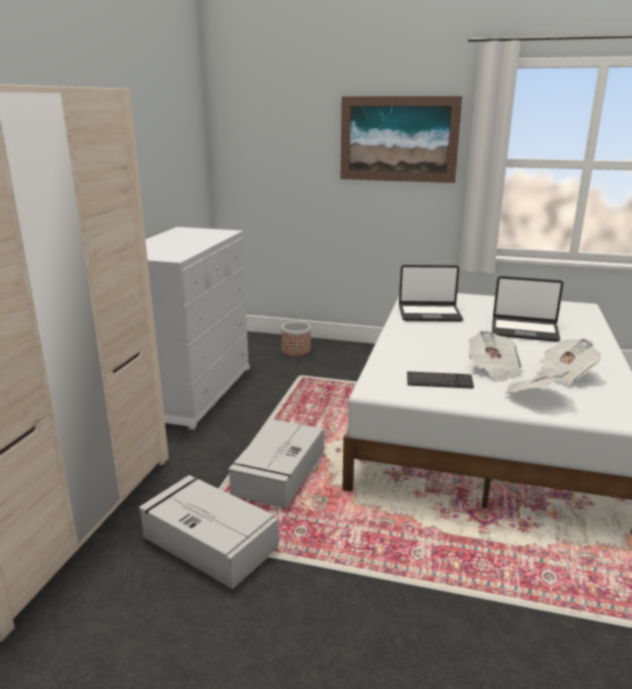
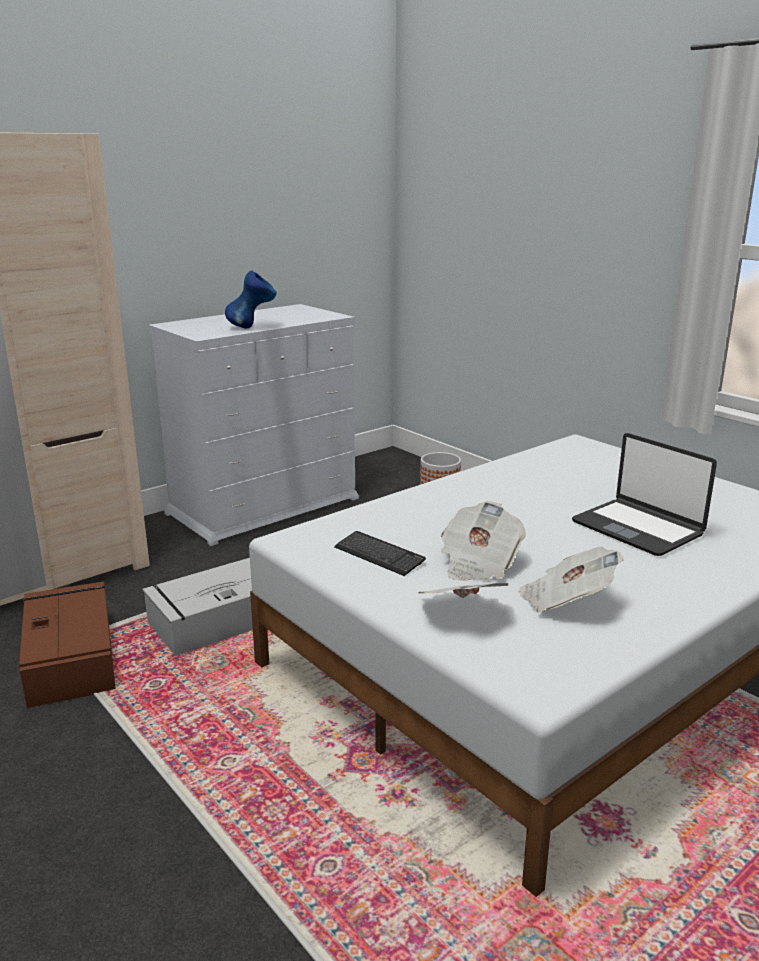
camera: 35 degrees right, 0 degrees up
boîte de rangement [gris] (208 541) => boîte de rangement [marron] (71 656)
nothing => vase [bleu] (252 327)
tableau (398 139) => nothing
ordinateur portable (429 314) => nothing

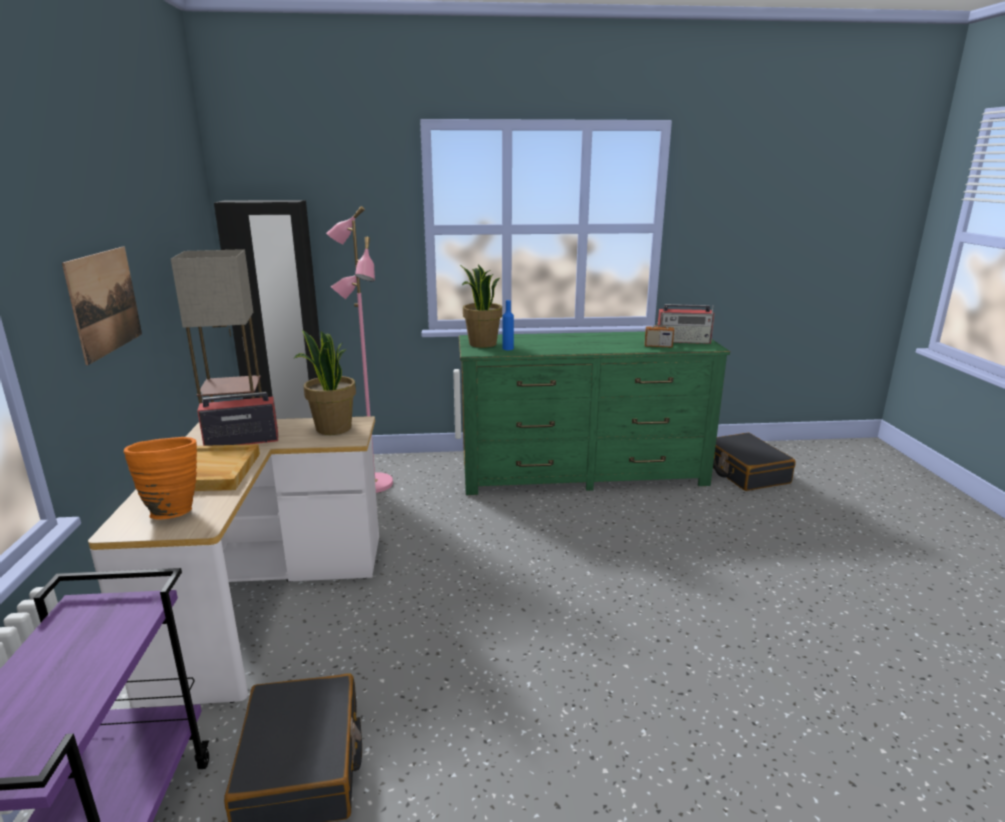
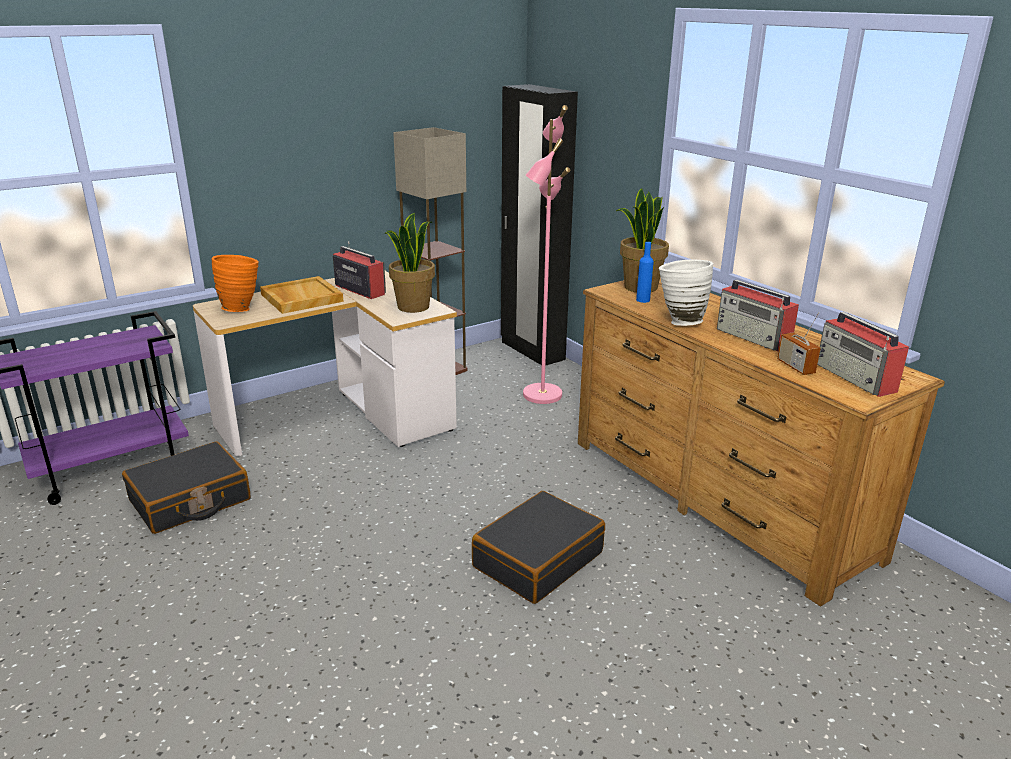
camera: 60 degrees right, 5 degrees up
valise [noir] (744 472) => valise [noir] (537 559), move
commode [vert] (582 473) => commode [marron] (716 497)
nothing => vase [blanc] (679 321)
nothing => radio (753 338)
tableau (105 302) => nothing

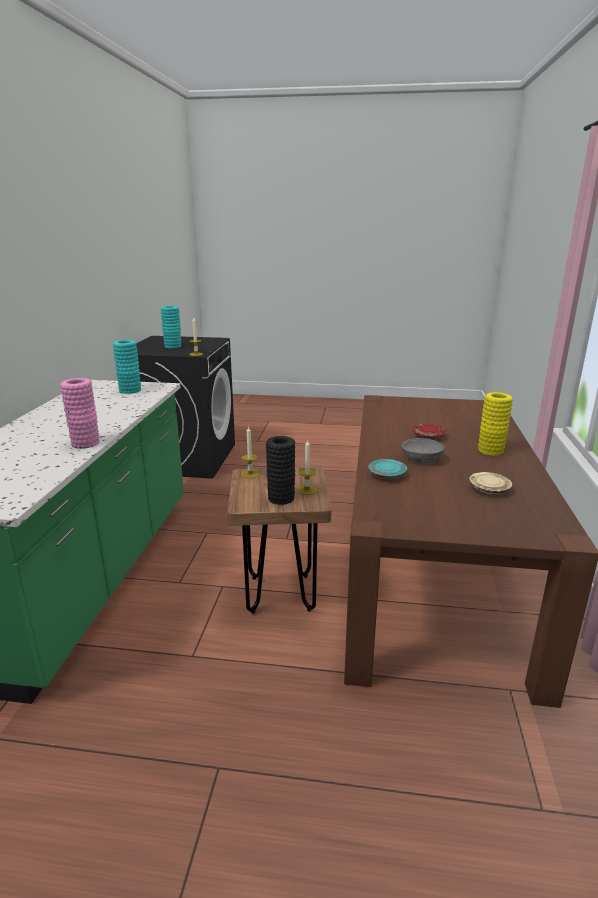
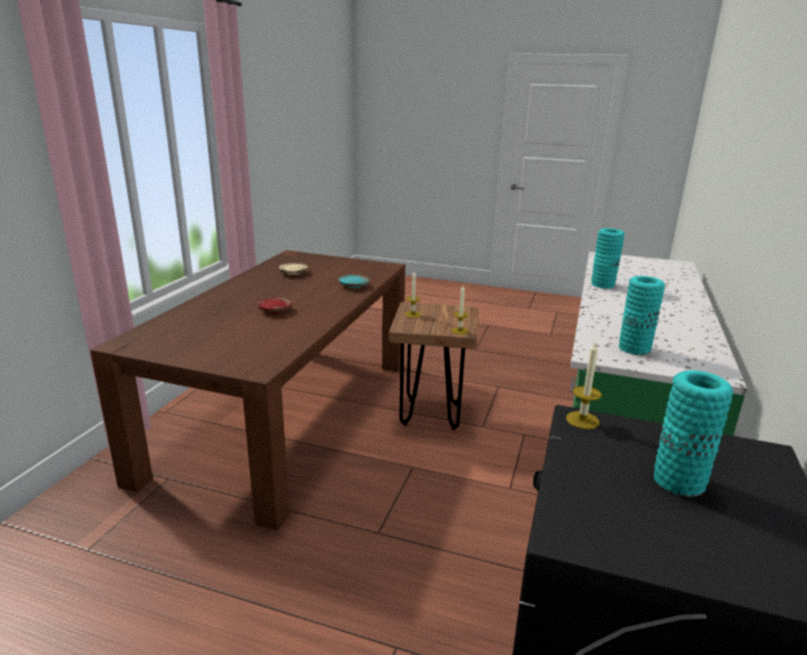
camera: 170 degrees left, 0 degrees up
vase [rose] (85 443) => vase [turquoise] (602 284)
vase [noir] (281 498) => nothing
bol [gris] (422 459) => nothing
vase [jaune] (490 450) => nothing

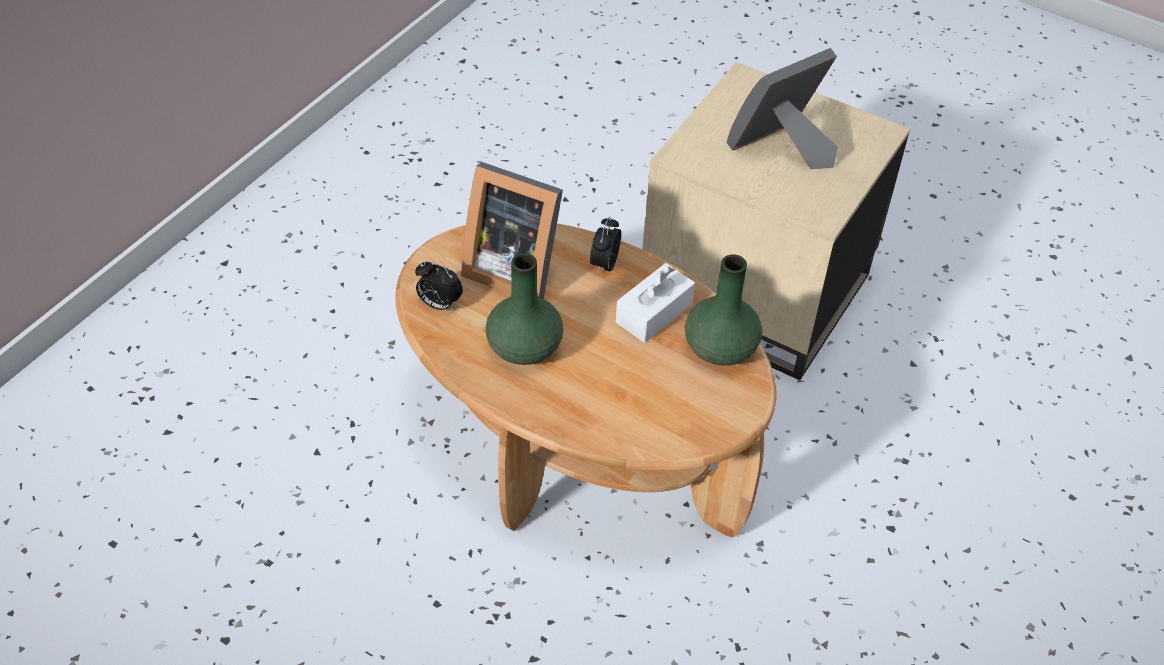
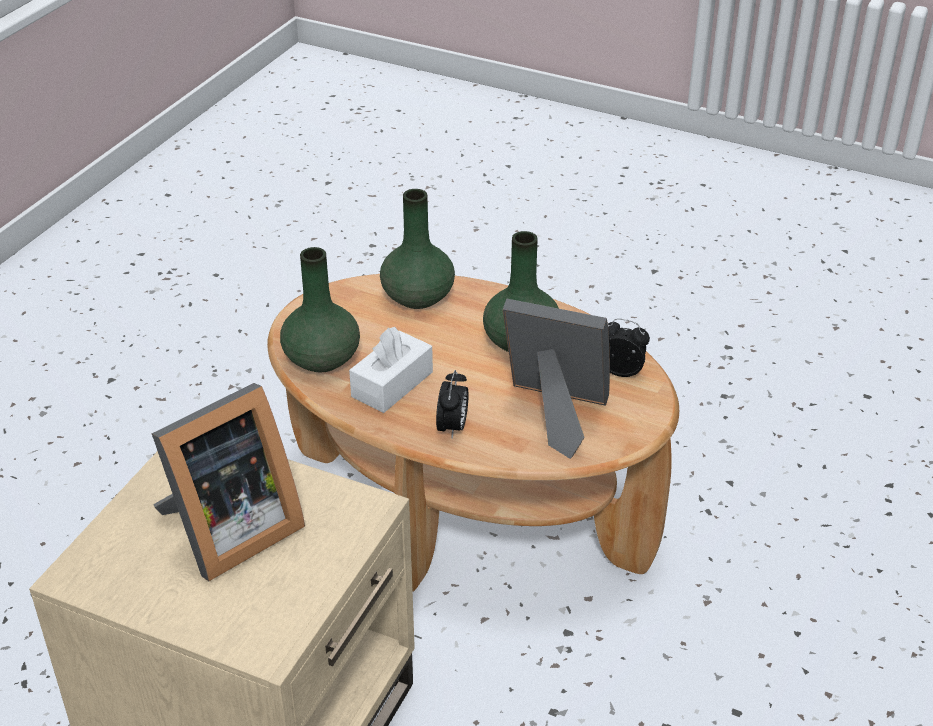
camera: 175 degrees right, 10 degrees down
nothing => vase [vert] (417 297)

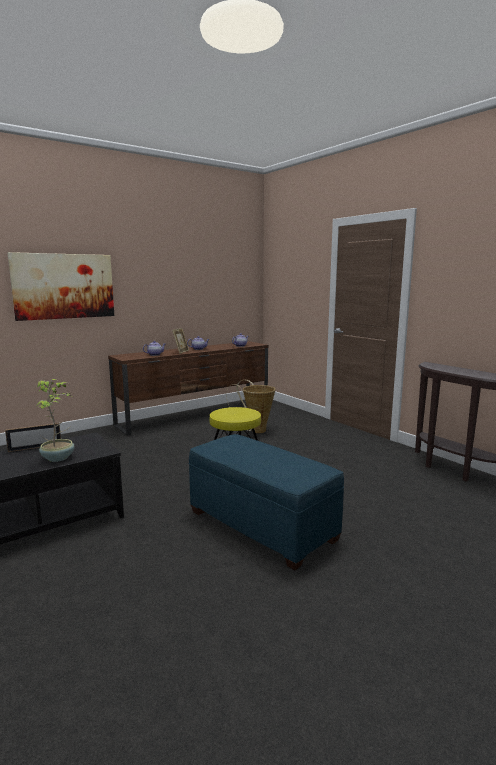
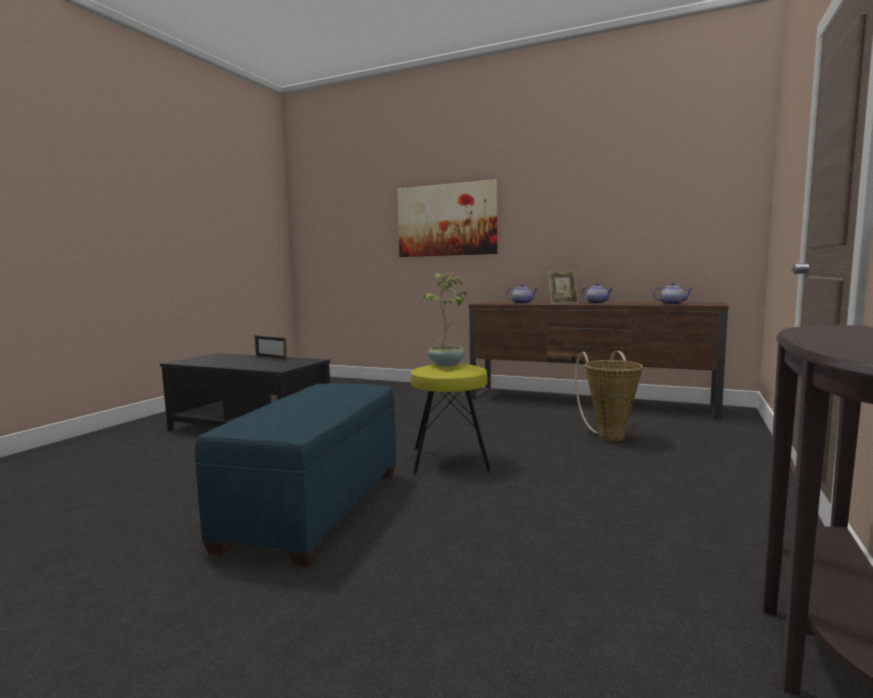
camera: 60 degrees right, 5 degrees down
plante en pot (59 458) => plante en pot (447 364), move

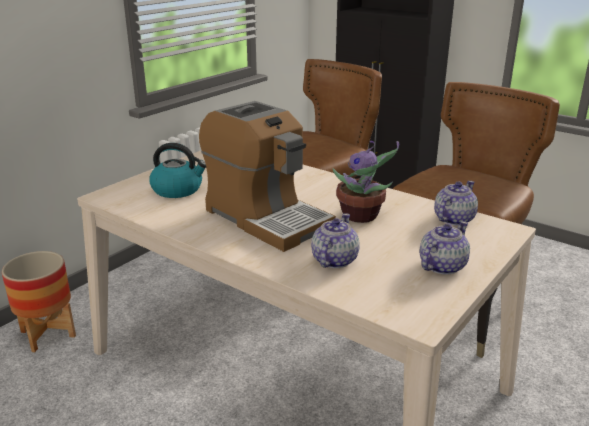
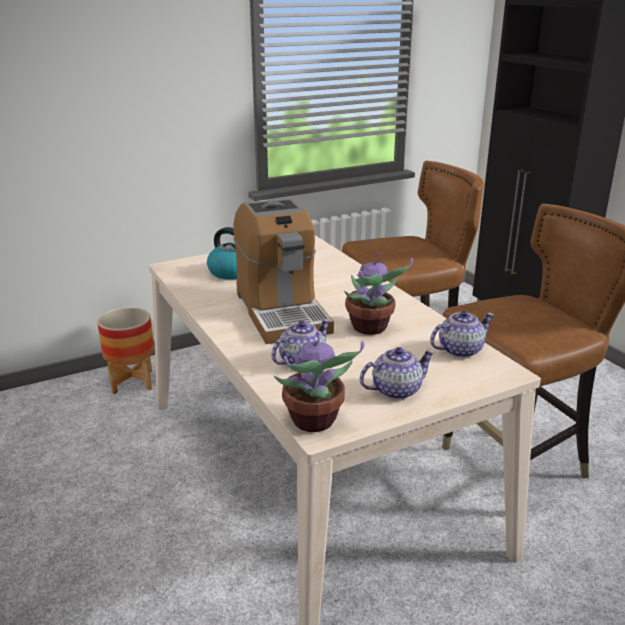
camera: 25 degrees right, 0 degrees up
nothing => plante en pot (314 422)

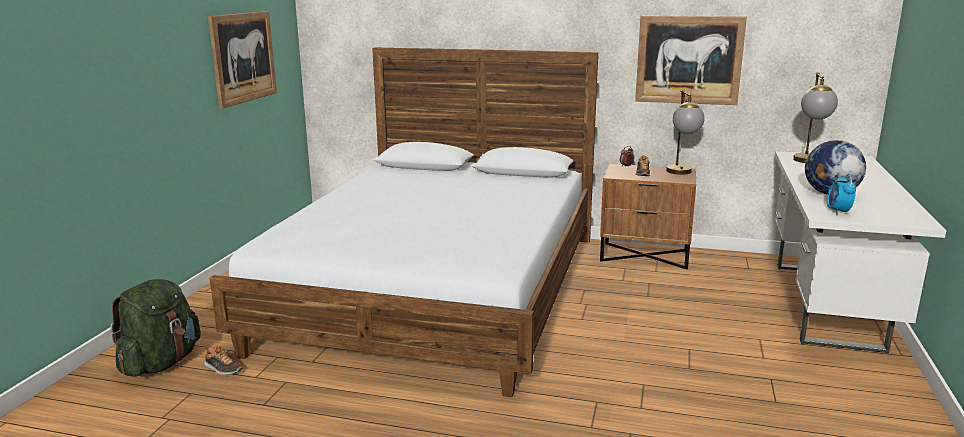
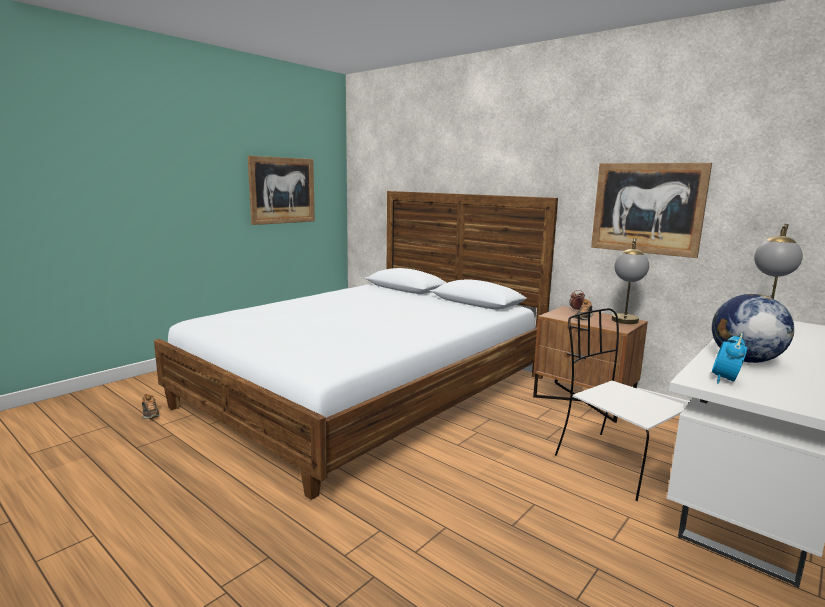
camera: 25 degrees right, 5 degrees down
nothing => chaise [blanc] (613 463)
sac à dos [vert] (161 363) => nothing

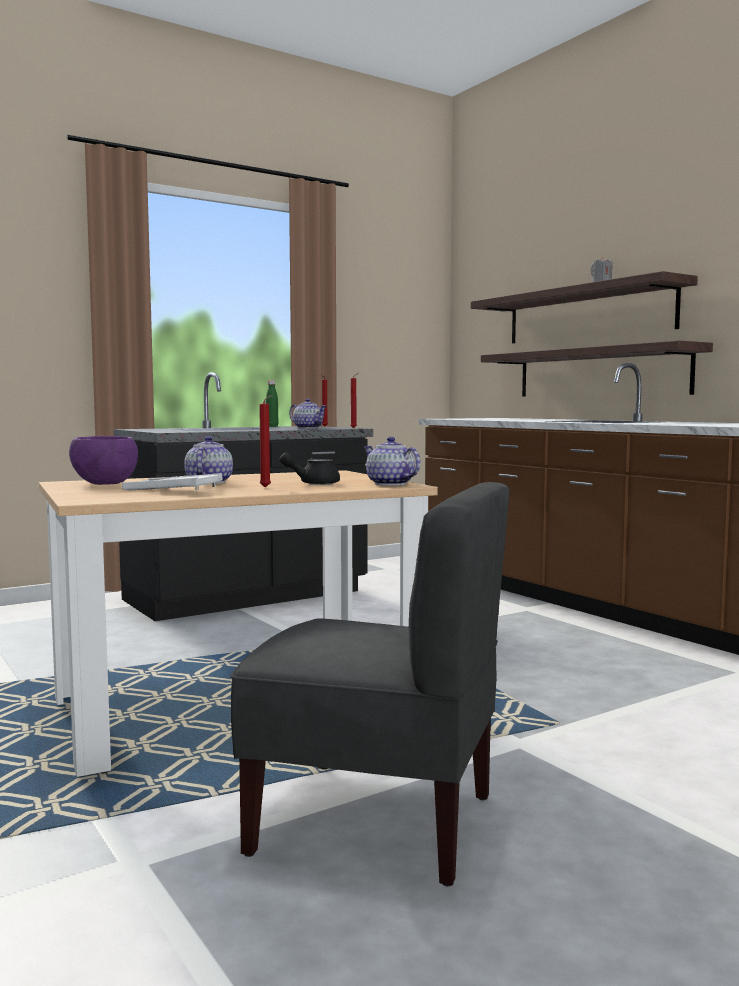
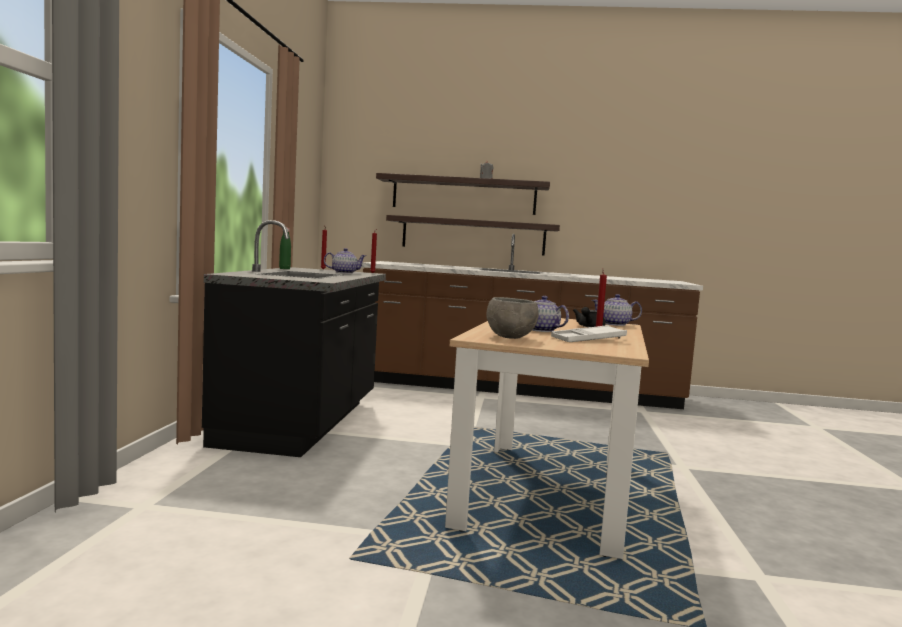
camera: 50 degrees left, 0 degrees up
bol [violet] (106 484) => bol [gris] (510 337)
chaise [gris] (376 822) => nothing

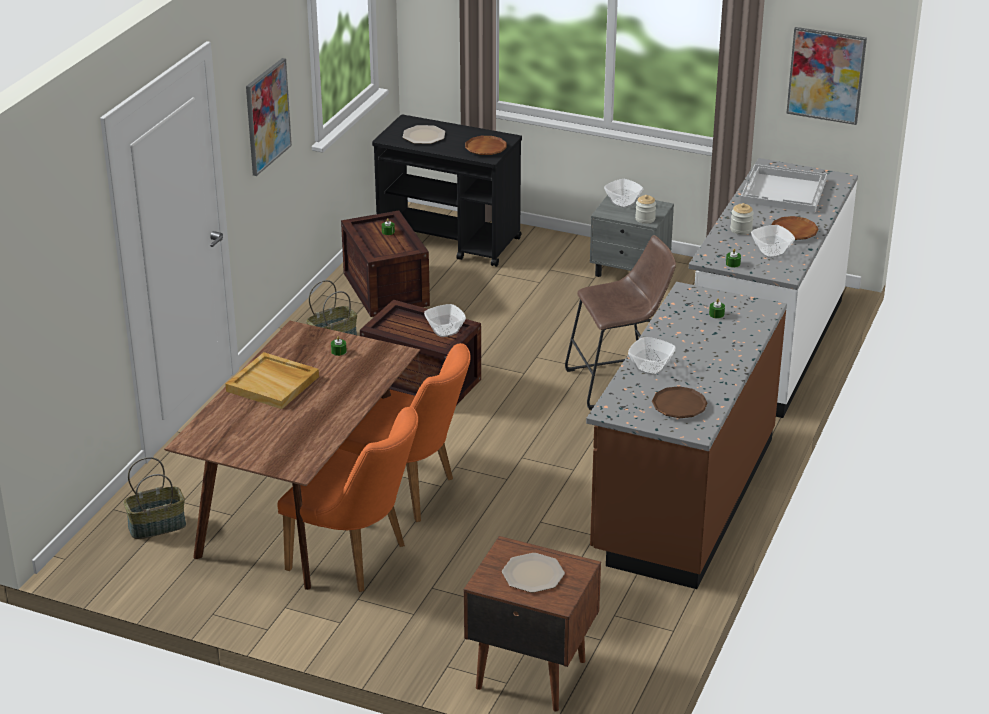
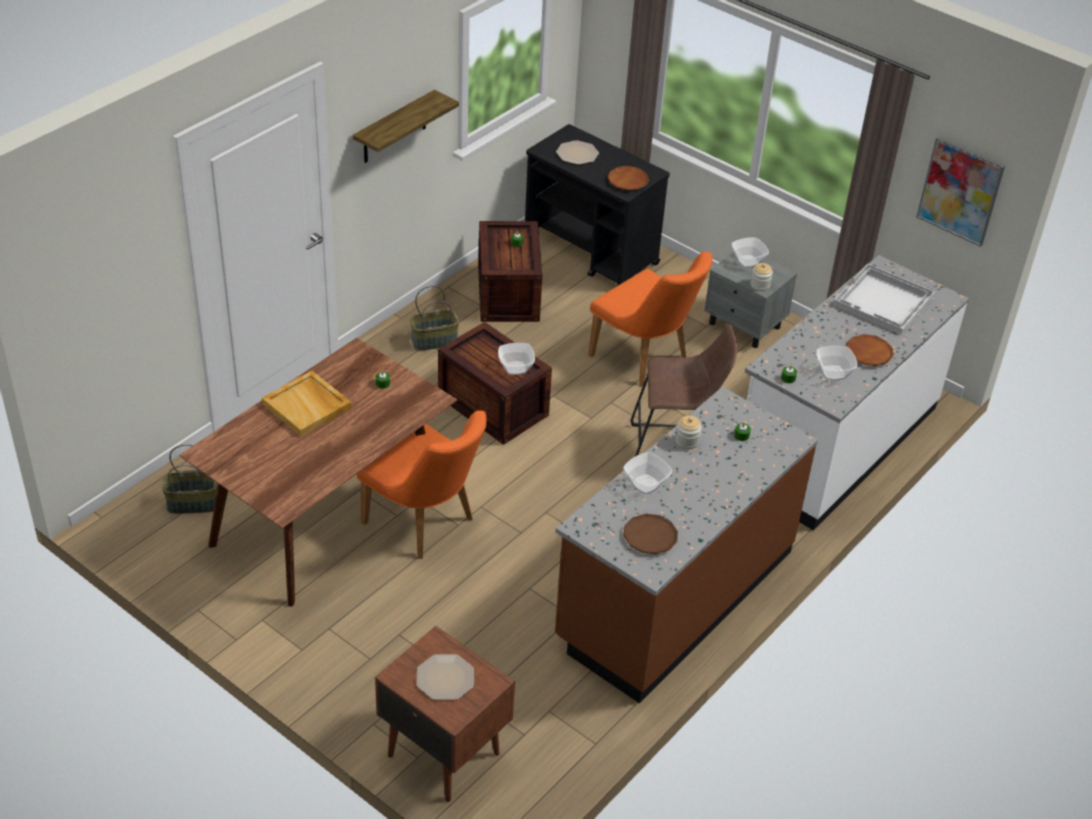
camera: 15 degrees right, 10 degrees up
tableau (267 116) => étagère (394 128)
chaise [orange] (357 559) => chaise [orange] (645 360), move
bocal (741 230) => bocal (687 441), move

